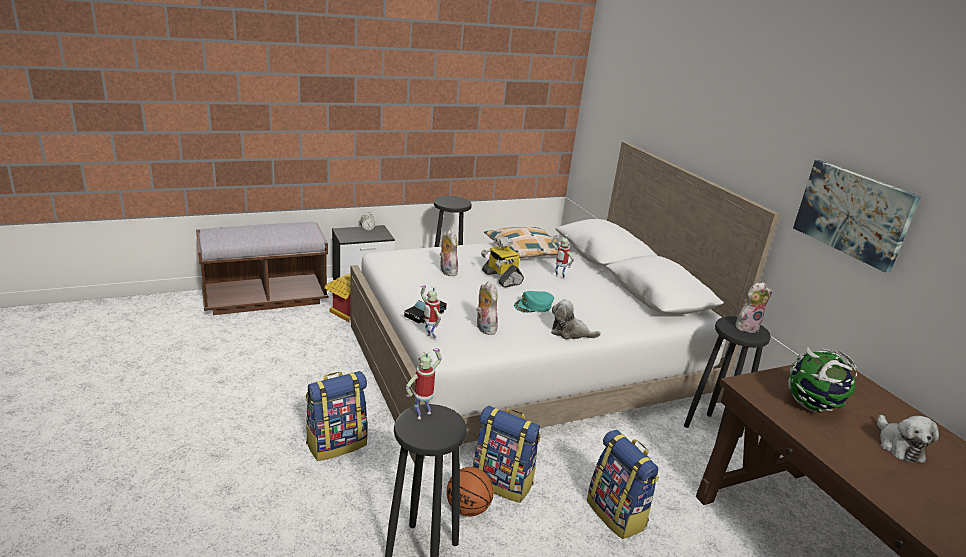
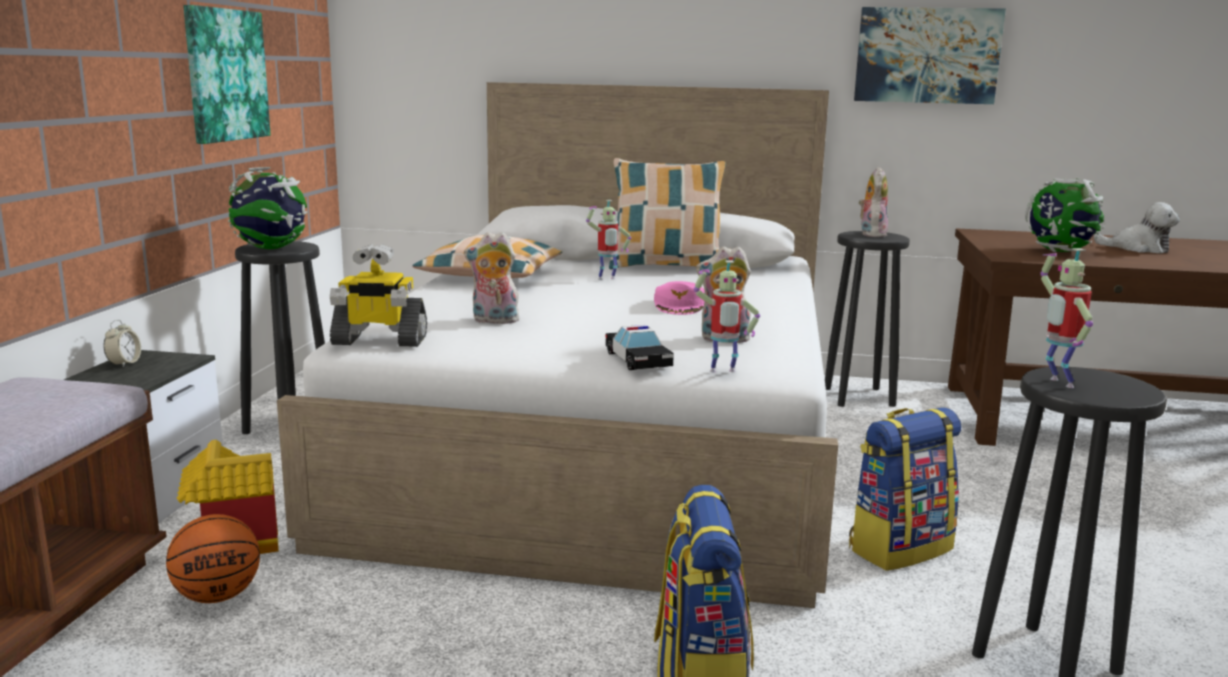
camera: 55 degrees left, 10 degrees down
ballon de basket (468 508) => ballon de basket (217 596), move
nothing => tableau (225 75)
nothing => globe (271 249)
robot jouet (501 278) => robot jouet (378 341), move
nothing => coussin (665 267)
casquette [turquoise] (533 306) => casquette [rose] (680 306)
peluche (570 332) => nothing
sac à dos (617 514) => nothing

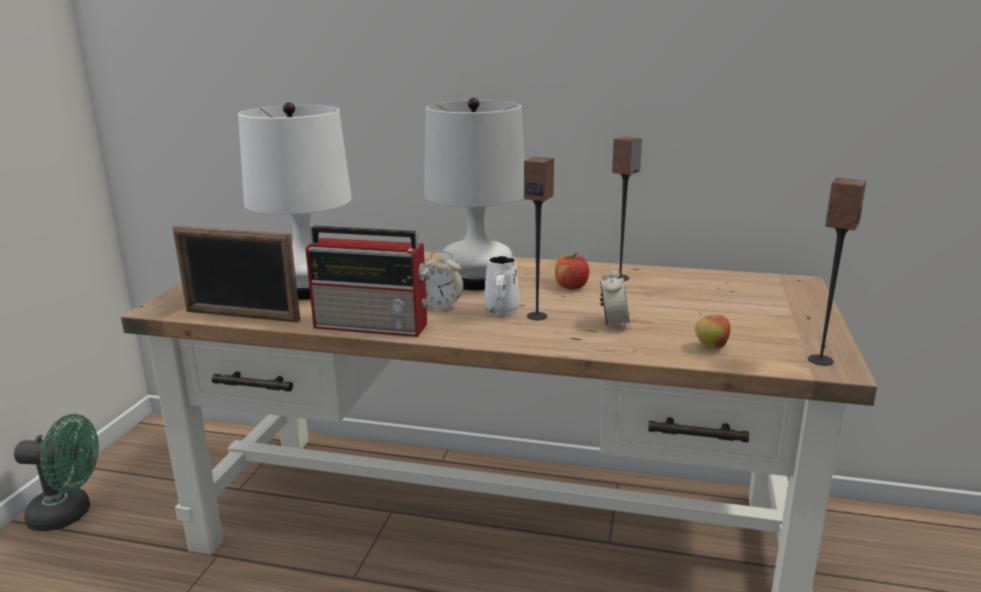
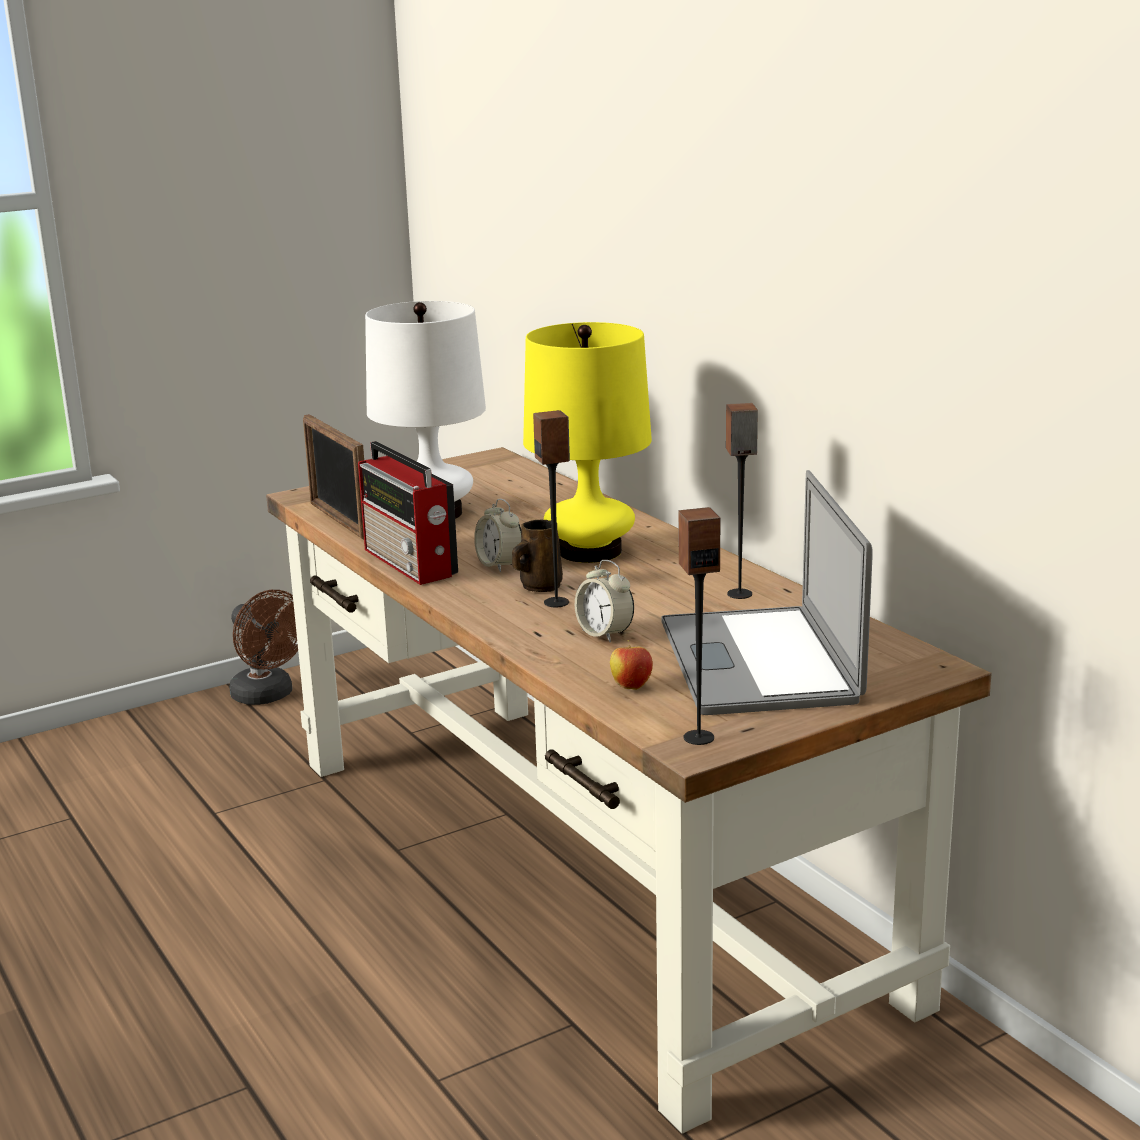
camera: 45 degrees right, 0 degrees up
ventilateur [vert] (69 514) => ventilateur [marron] (268 696)
mug [blanc] (501 311) => mug [marron] (539 587)
lampe de table [blanc] (477 281) => lampe de table [jaune] (590 551)
réveil (613 323) => réveil (604 634), 90 degrees clockwise
nothing => ordinateur portable (758 661)
pomme (571 286) => nothing

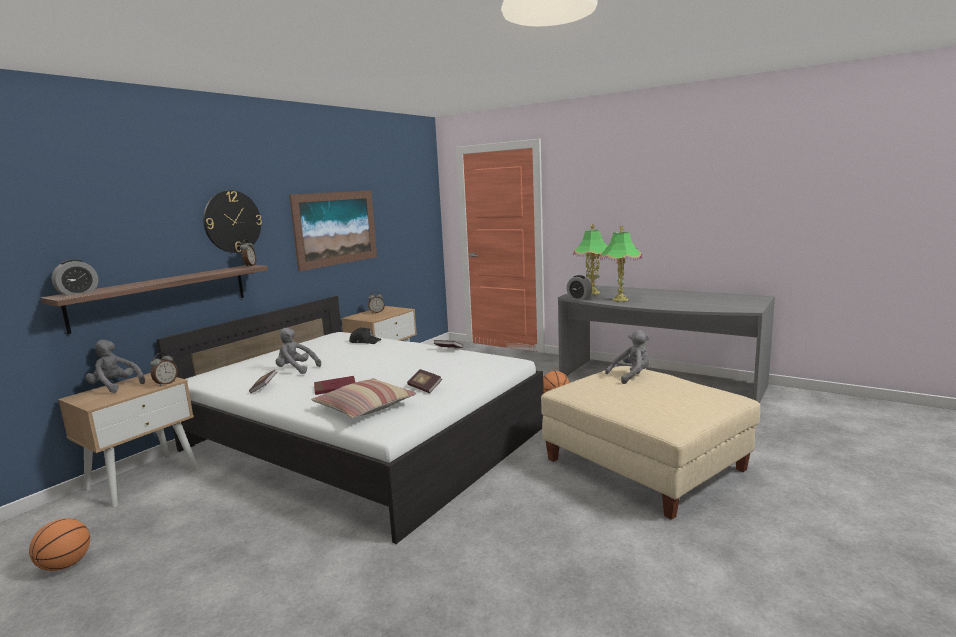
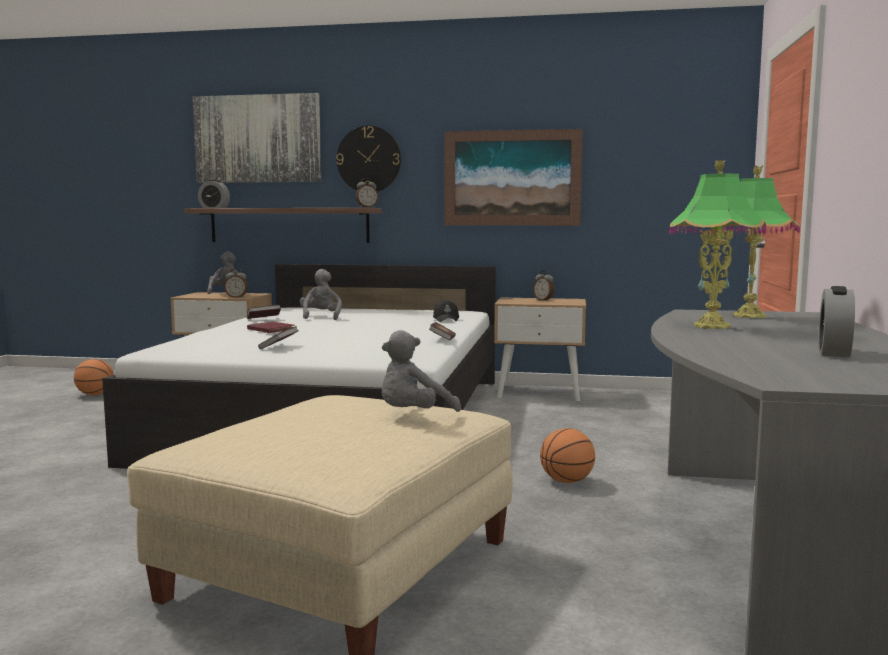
camera: 65 degrees right, 5 degrees down
nothing => tableau (257 139)
peluche [gris] (631 376) => peluche [gris] (413 416), 90 degrees clockwise
réveil (579 298) => réveil (833 352), move
coussin (364 407) => nothing

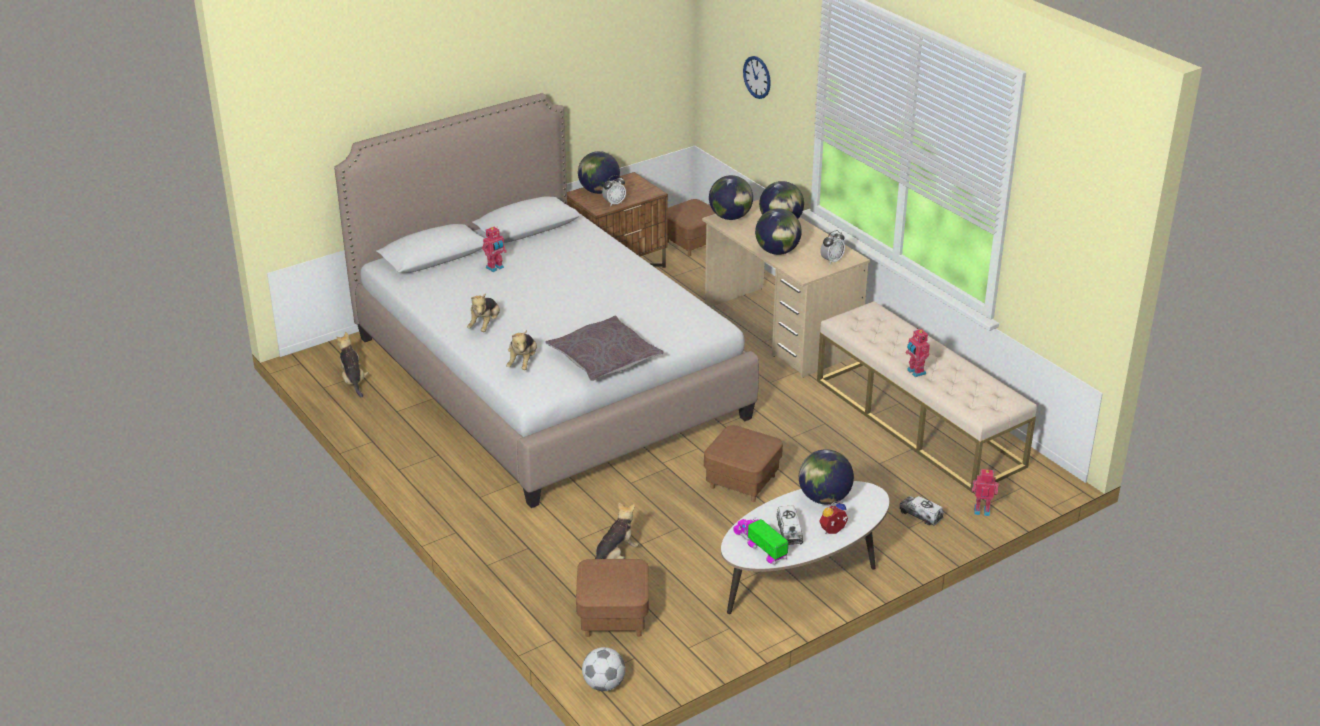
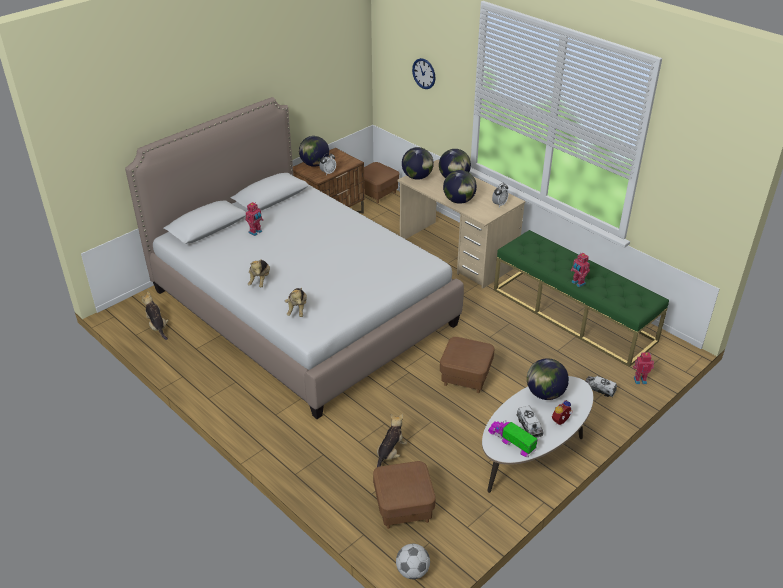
camera: 10 degrees left, 5 degrees up
banc [beige] (918 422) => banc [vert] (573 315)
coussin [gris] (604 358) => nothing

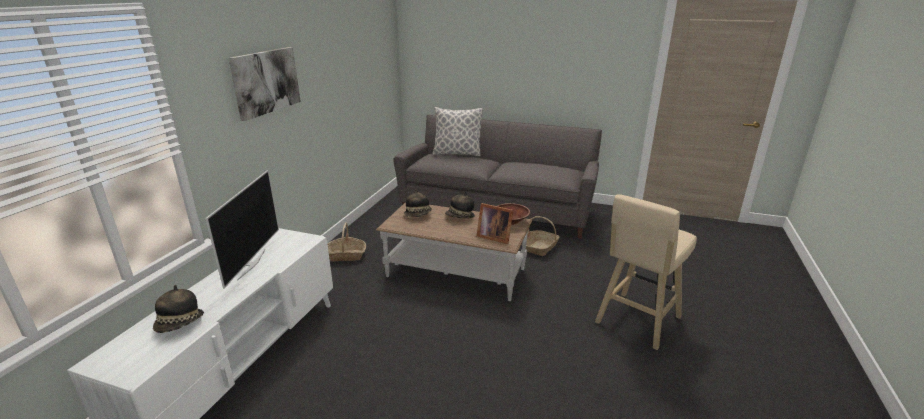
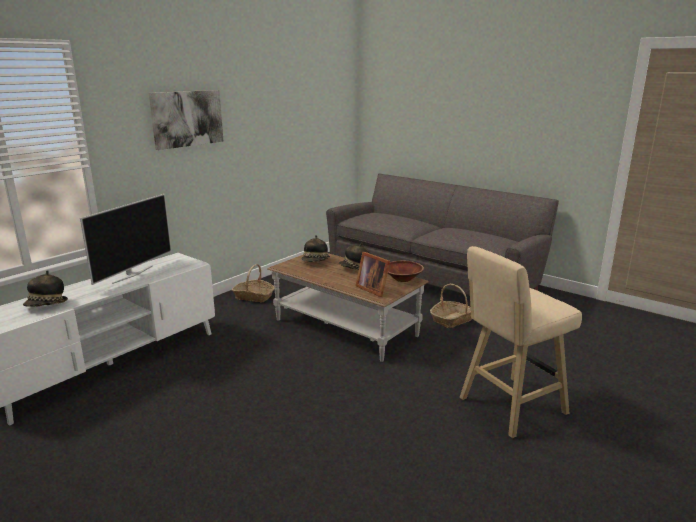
camera: 20 degrees right, 5 degrees down
coussin (457 154) => nothing

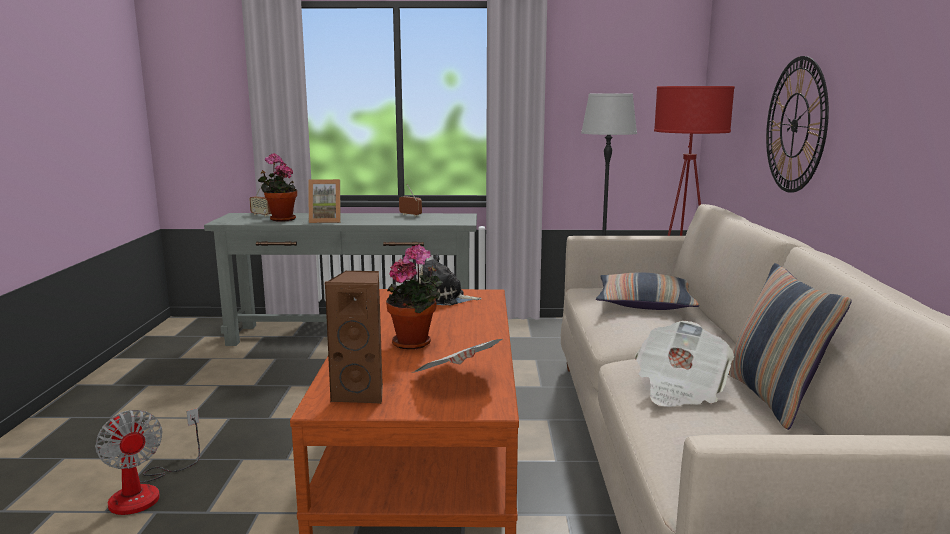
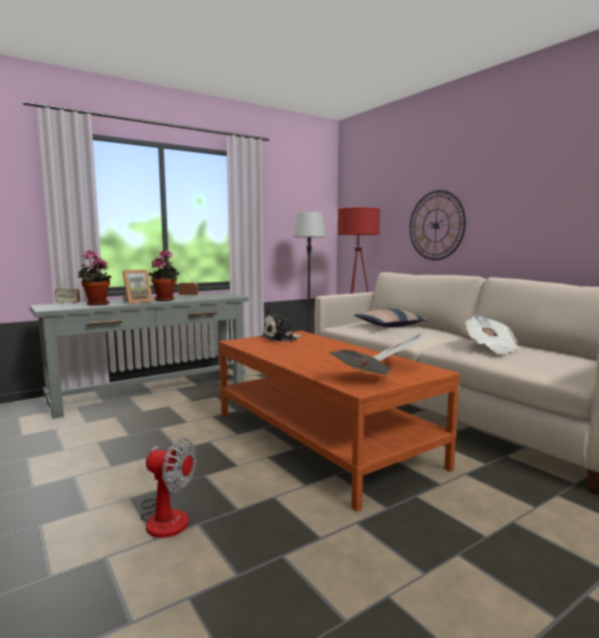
camera: 35 degrees left, 5 degrees down
plante en pot (415 343) => plante en pot (166 299), move
enceinte [marron] (361 393) => journal (363 380)
coussin (772 398) => nothing

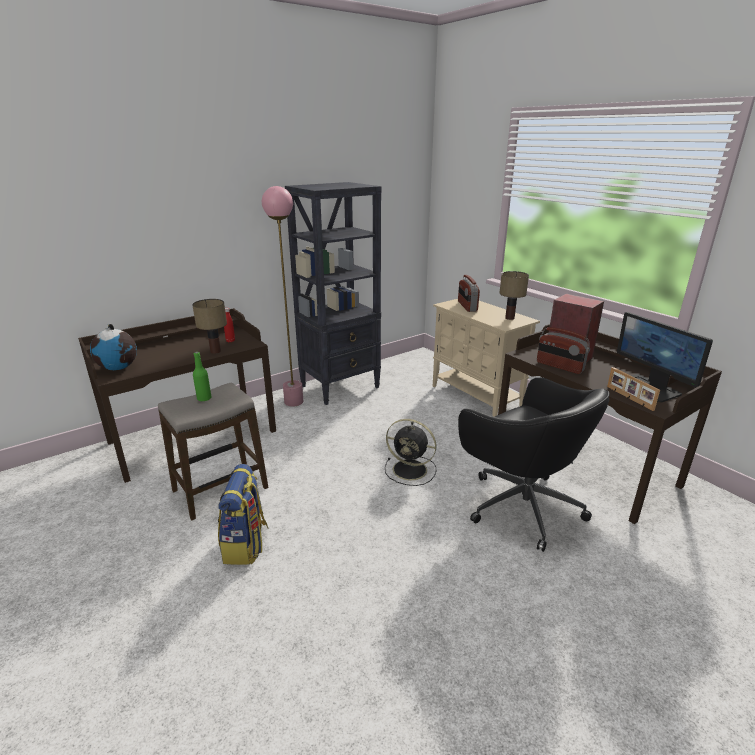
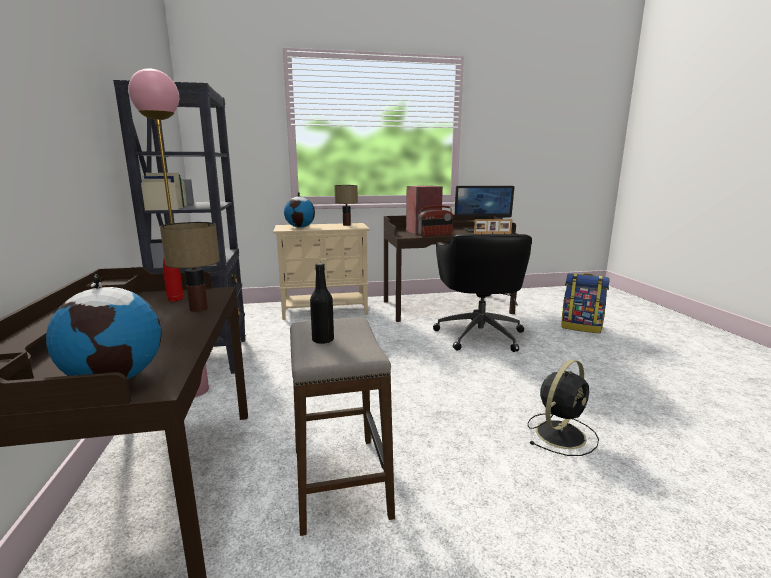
camera: 65 degrees left, 10 degrees down
radio (467 306) => globe (300 227)
bouteille [vert] (204 398) => bouteille [noir] (323 340)
chaise de bureau [noir] (521 504) => chaise de bureau [noir] (479 334), 105 degrees clockwise
ventilateur [noir] (411 470) => ventilateur [noir] (561 433), move
sac à dos (246 545) => sac à dos (581 327), move

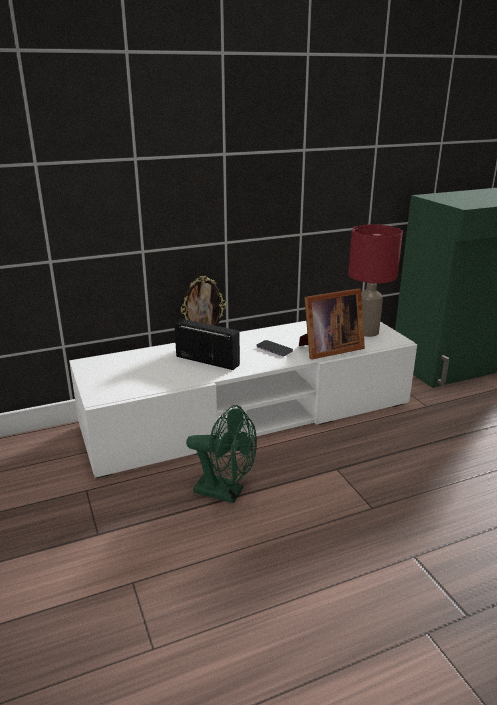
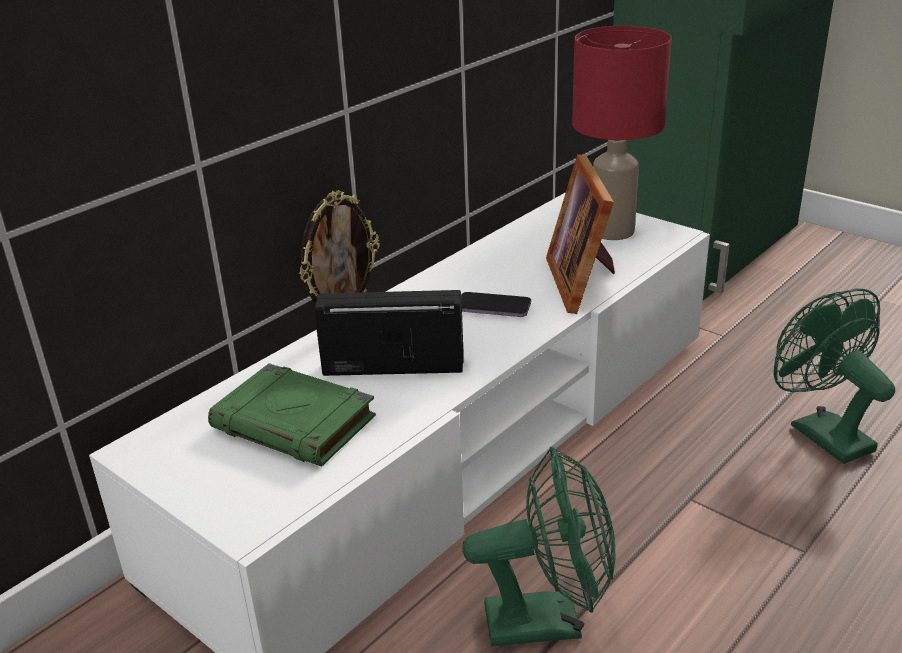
camera: 25 degrees left, 5 degrees up
nothing => livre [vert] (296 423)
cadre photo (328 349) => cadre photo (584 281), 135 degrees clockwise
nothing => ventilateur [vert] (821 432)

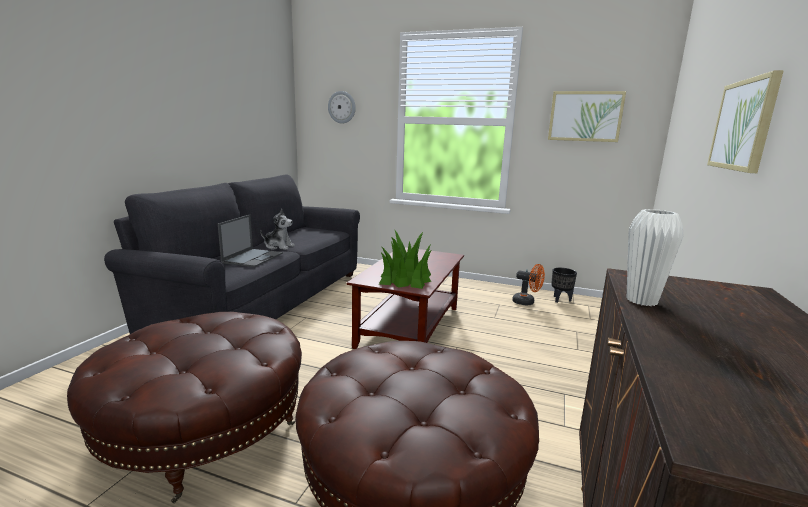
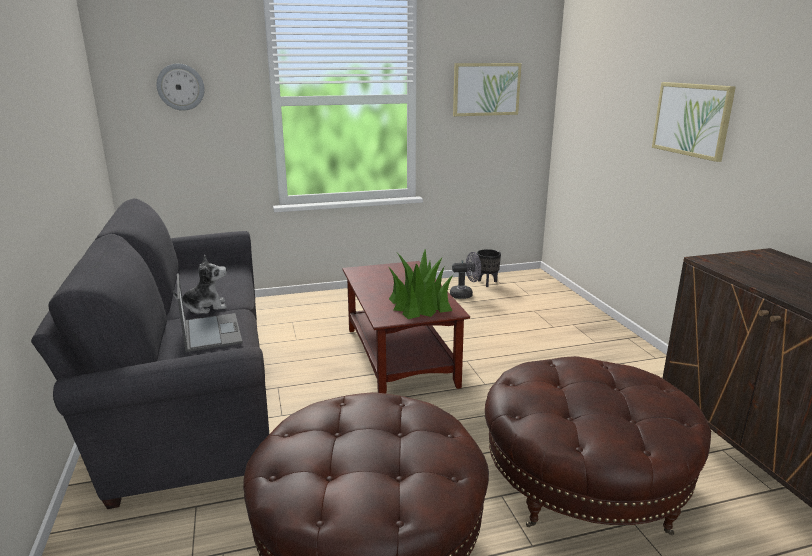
camera: 35 degrees left, 5 degrees up
ventilateur [orange] (527 302) => ventilateur [gris] (465 294)
vase [blanc] (641 300) => nothing

